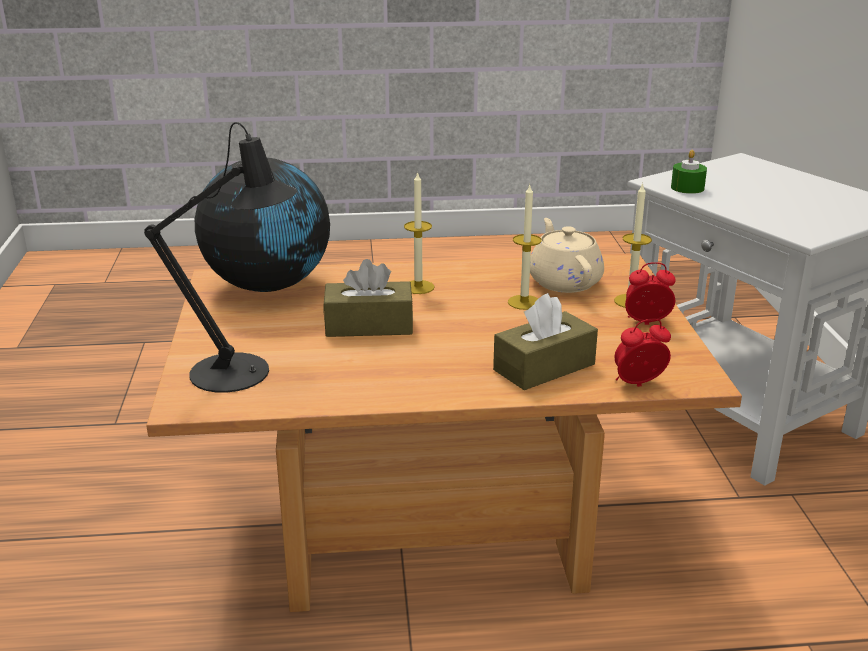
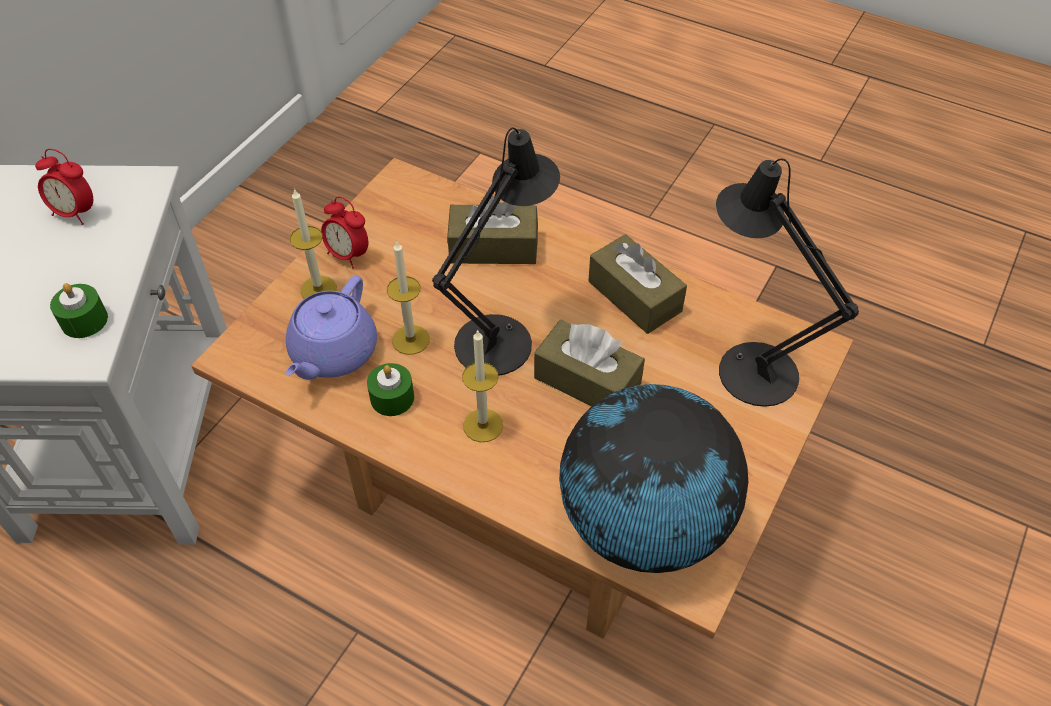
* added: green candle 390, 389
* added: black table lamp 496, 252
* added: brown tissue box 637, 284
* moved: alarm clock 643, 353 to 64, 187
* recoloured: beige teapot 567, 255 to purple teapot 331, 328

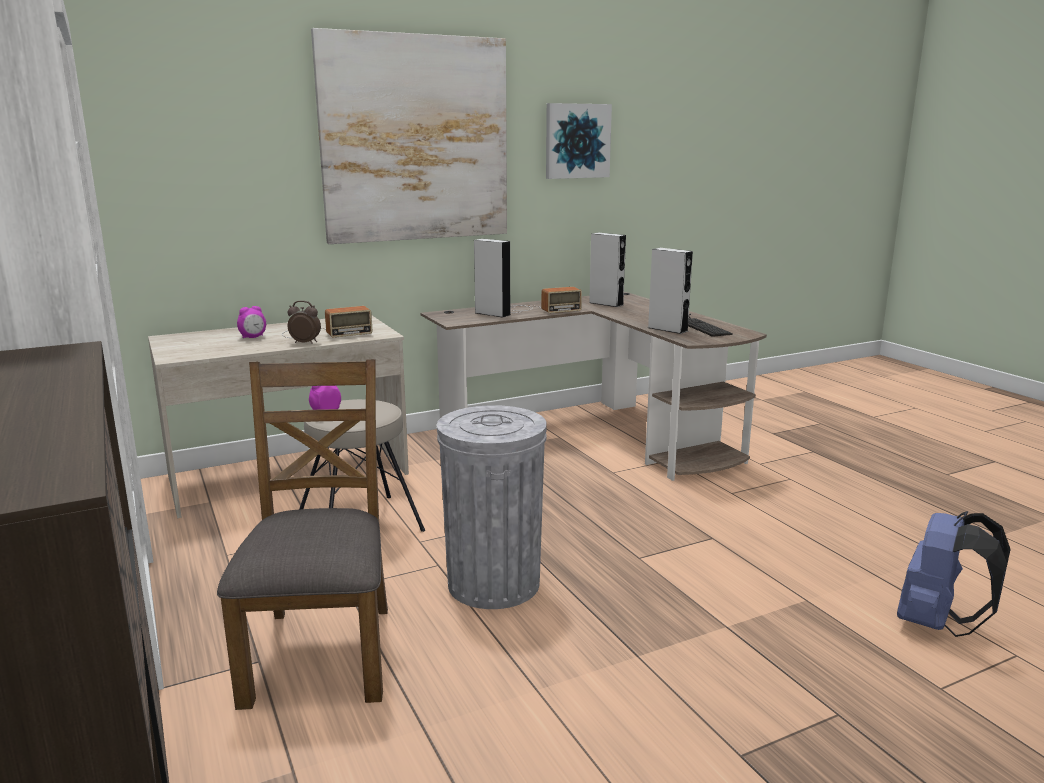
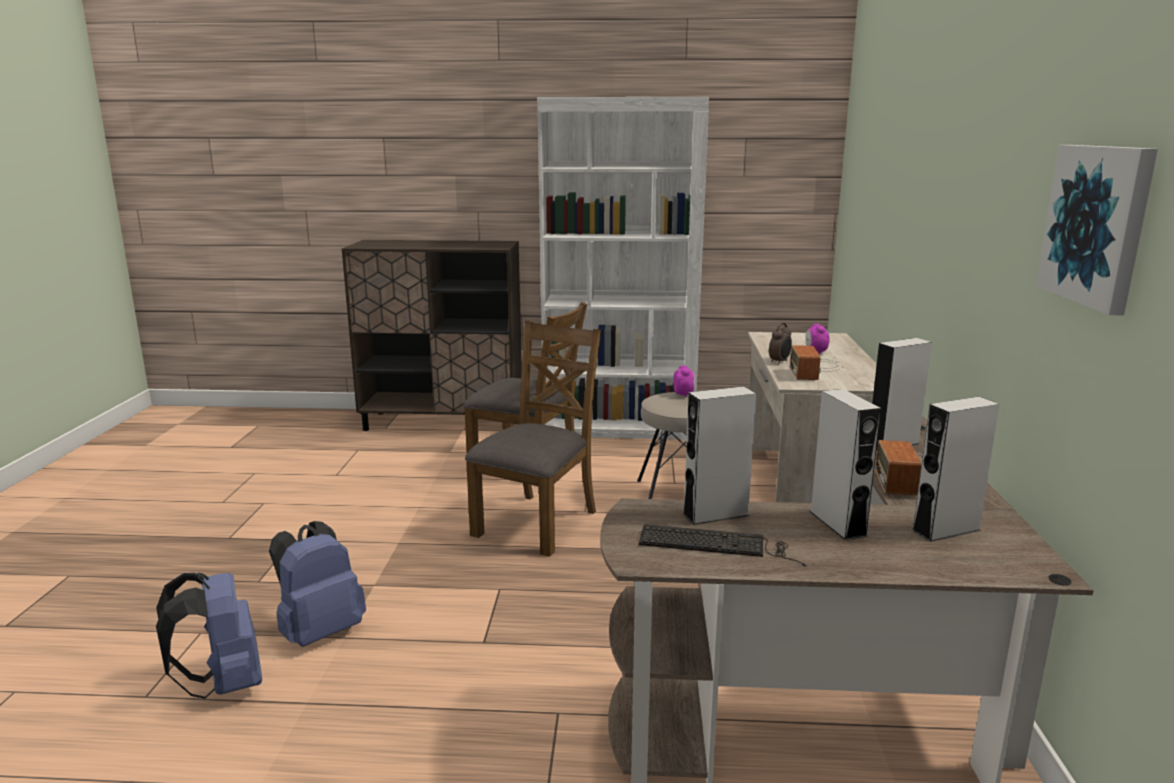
* removed: picture 409, 136
* added: blue backpack 317, 584
* added: grey speaker 845, 464
* replaced: grey trash can 492, 507 to brown chair 533, 439

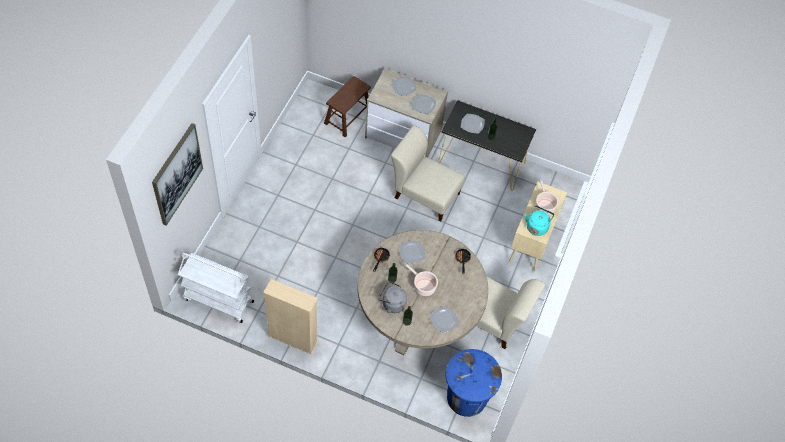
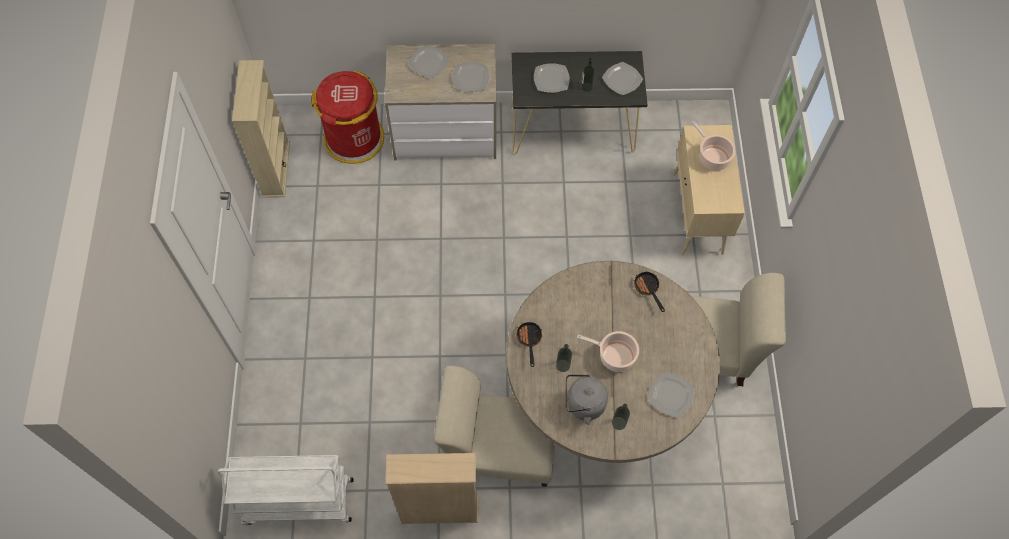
* removed: picture 177, 174
* removed: blue trash can 474, 383
* removed: turquoise kettle 539, 221
* added: beige bookcase 261, 129
* moved: beige chair 428, 173 to 495, 426
* moved: plate 412, 252 to 622, 78
* replaced: brown stool 347, 107 to red trash can 347, 117

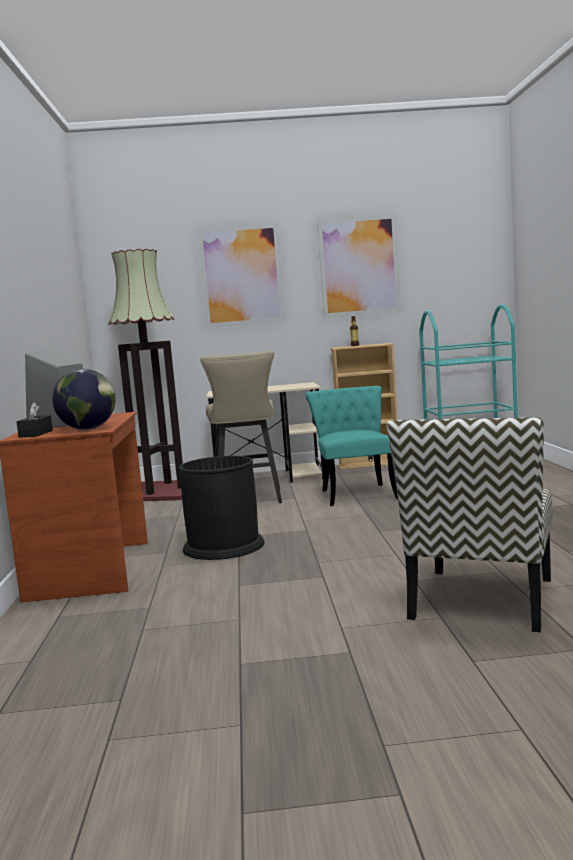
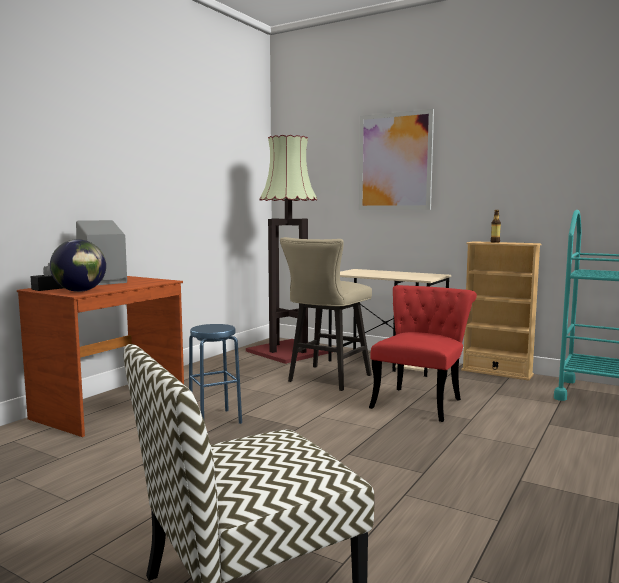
* removed: picture 359, 266
* replaced: black trash can 222, 508 to blue stool 215, 374
* recoloured: turquoise chair 351, 446 to red chair 423, 353

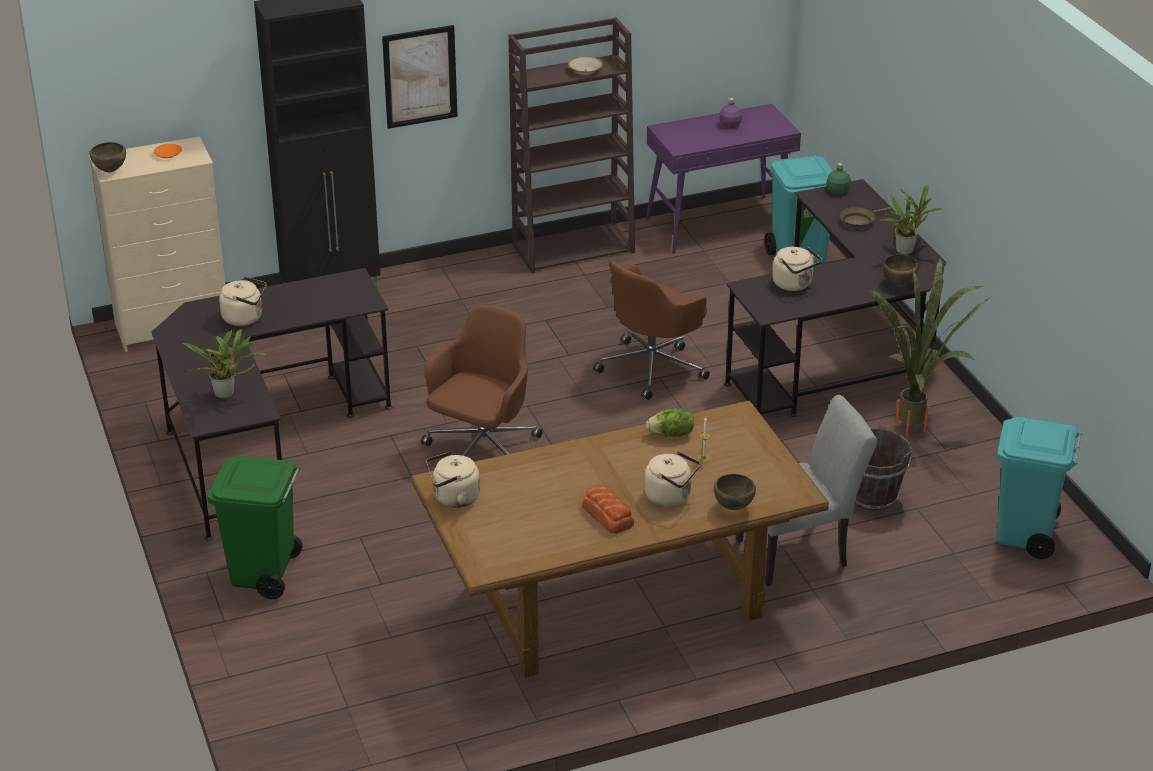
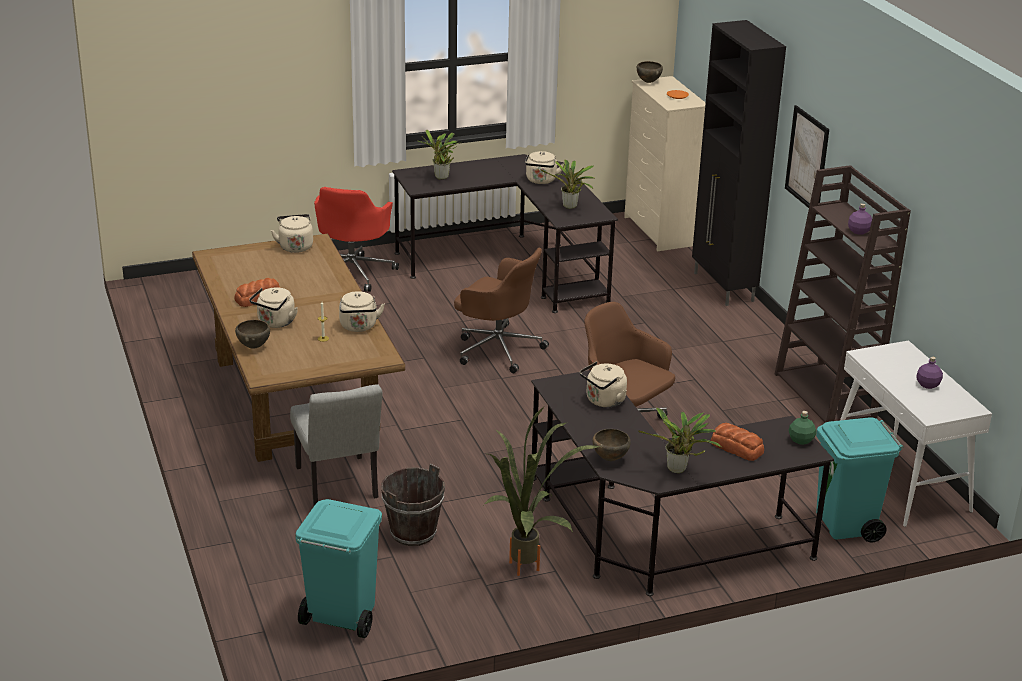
* added: potted plant 567, 184
* replaced: green trash can 255, 527 to red office chair 356, 239
* replaced: bowl 585, 65 to purple bottle 860, 219
* replaced: lettuce 670, 422 to beige kettle 362, 311
* replaced: brown frying pan 865, 218 to bread 737, 442
* recoloured: purple console table 723, 179 to white console table 916, 433

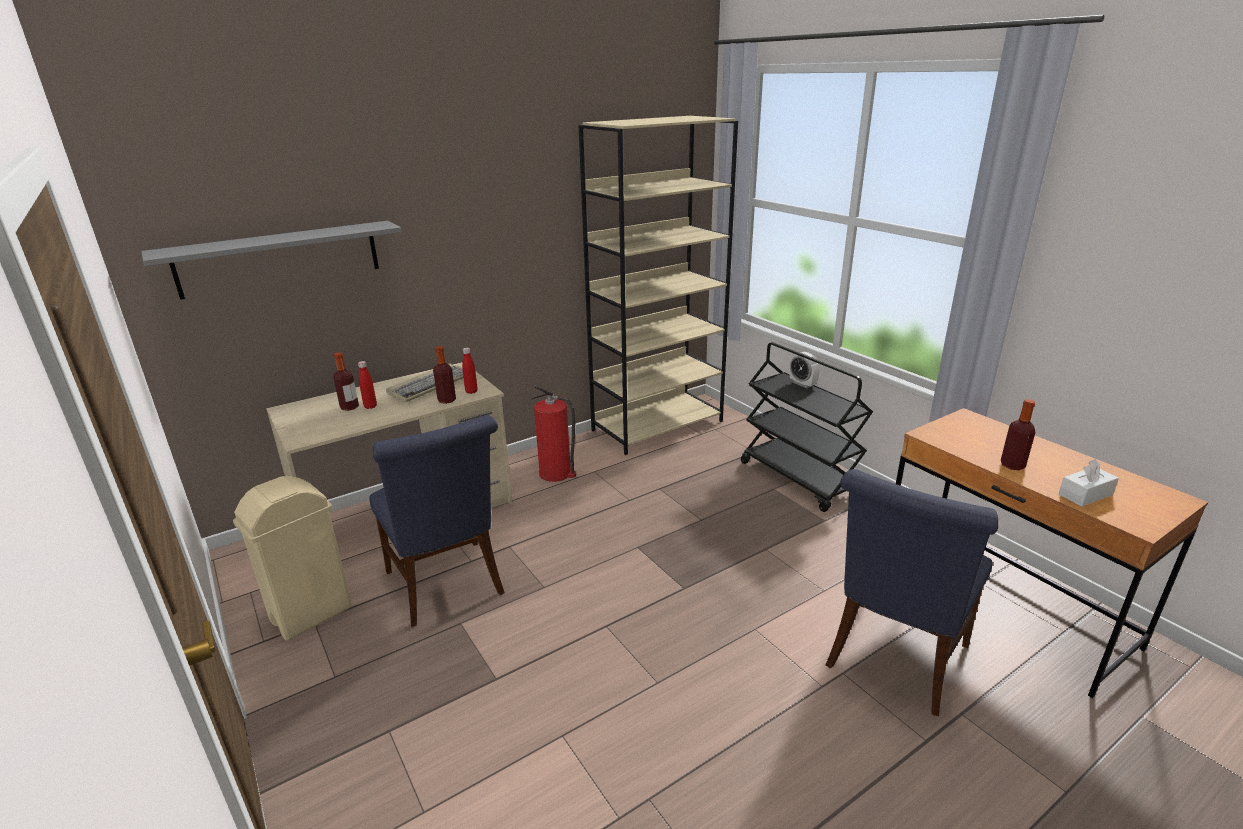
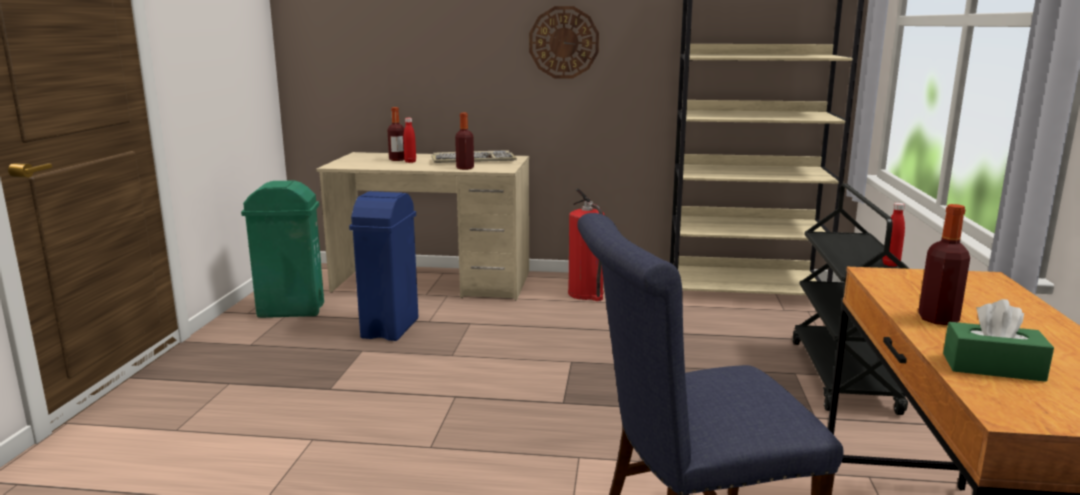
* removed: grey shelf 271, 260
* removed: alarm clock 804, 370
* added: wall clock 564, 42
* moved: red bottle 470, 371 to 894, 235
* replaced: blue chair 437, 521 to blue trash can 383, 266
* recoloured: beige trash can 292, 558 to green trash can 282, 249
* recoloured: white tissue box 1088, 483 to green tissue box 998, 340

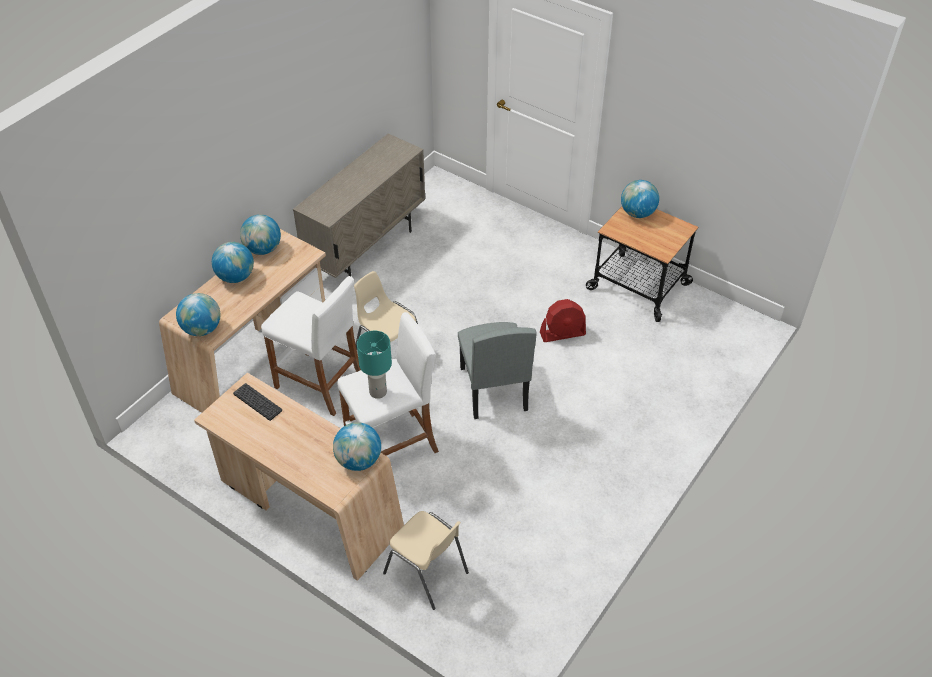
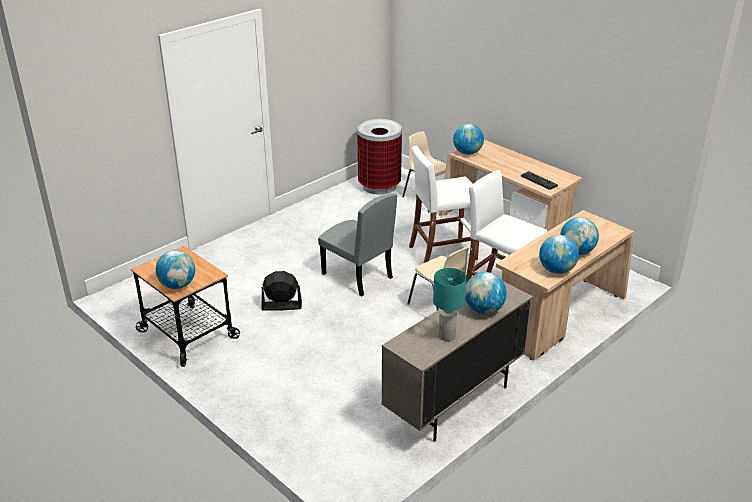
* added: trash can 379, 157
* moved: globe 198, 314 to 486, 293
* moved: turquoise table lamp 374, 365 to 449, 304
* recoloured: red fan 563, 320 to black fan 281, 291
* turned: grey chair 497, 370 = 357, 244 135 degrees clockwise

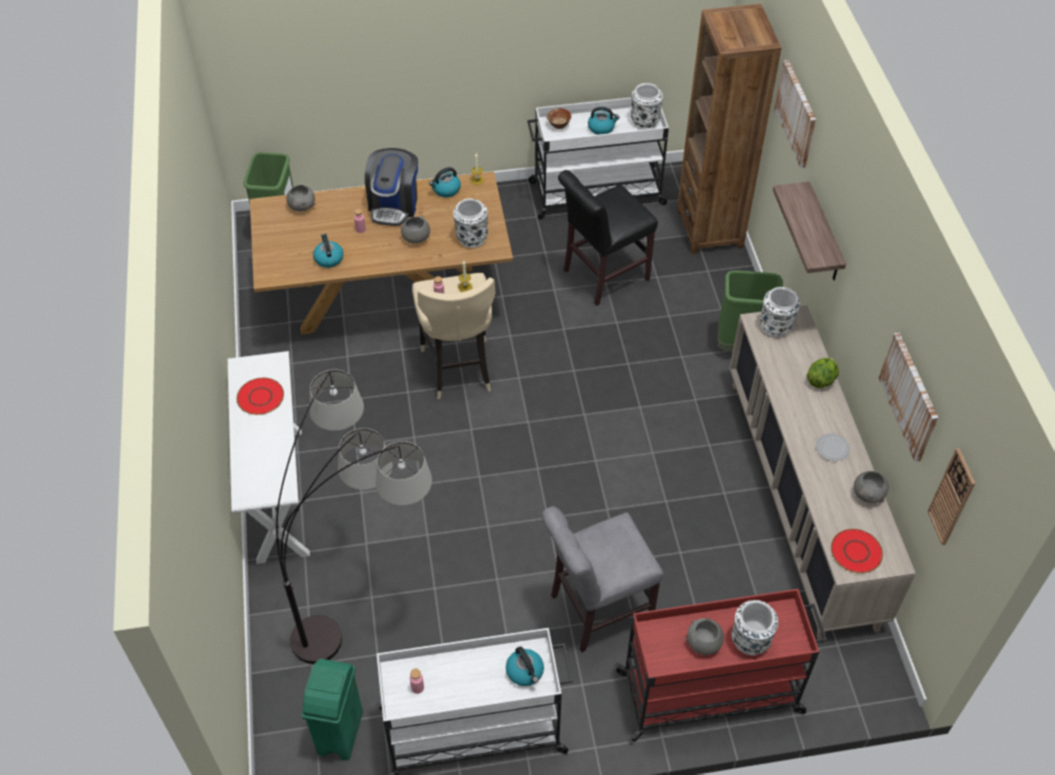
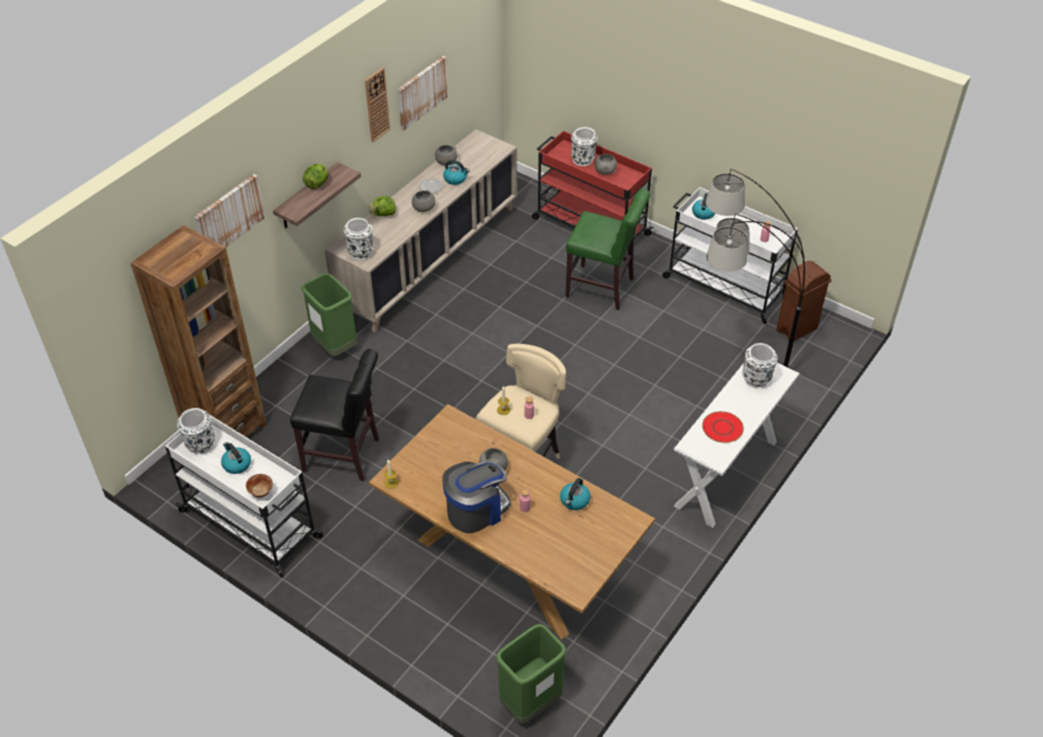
* removed: red plate 857, 551
* added: lettuce 316, 176
* moved: grey bowl 300, 198 to 423, 201
* moved: kettle 445, 182 to 456, 172
* moved: white vase 470, 223 to 760, 365
* moved: wall clock 952, 496 to 377, 105
* recoloured: green trash can 332, 710 to brown trash can 804, 301
* recoloured: grey chair 603, 579 to green chair 607, 249

